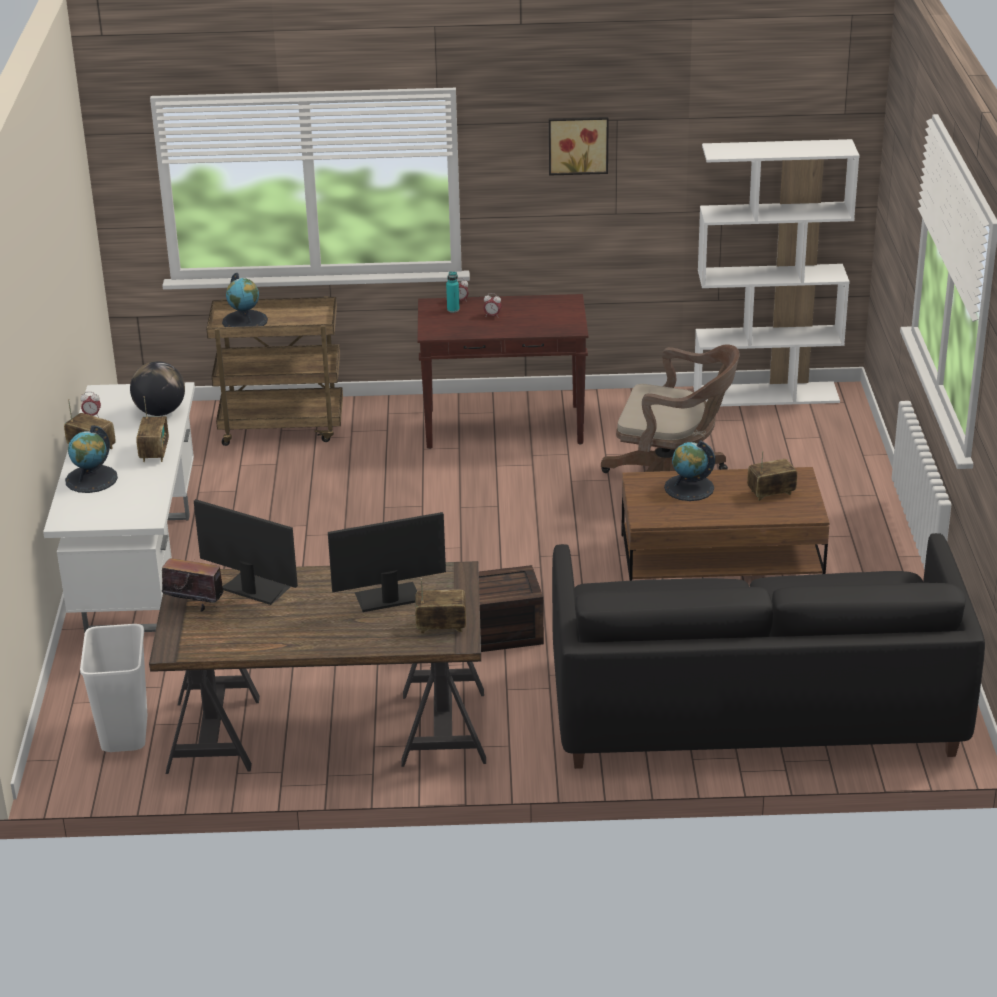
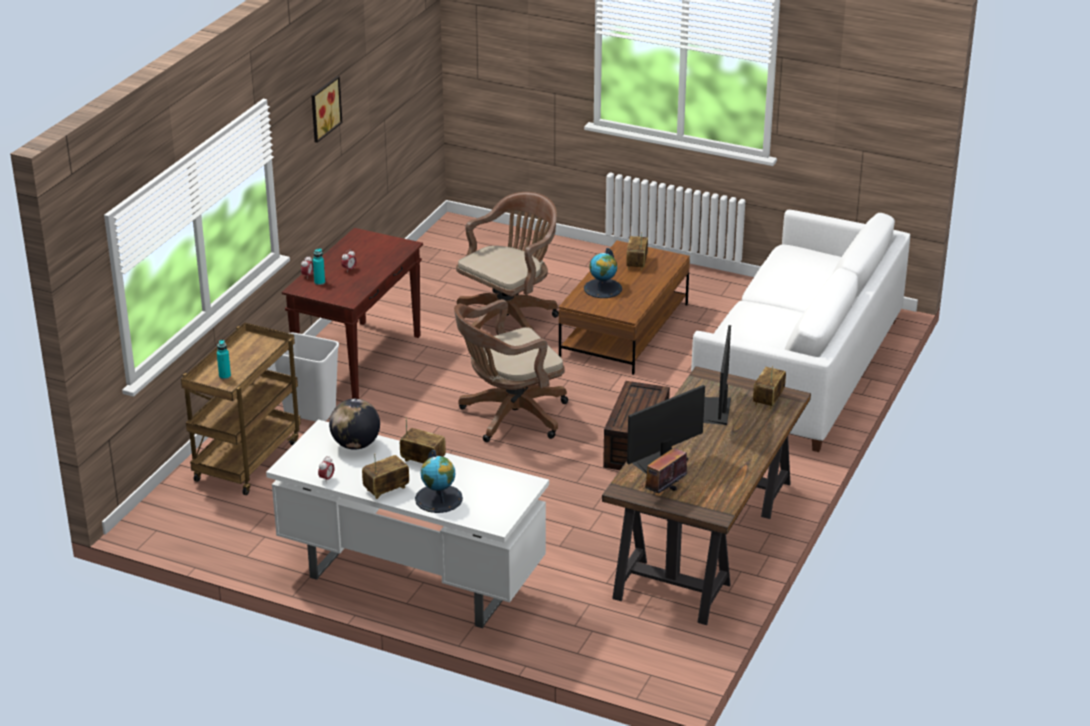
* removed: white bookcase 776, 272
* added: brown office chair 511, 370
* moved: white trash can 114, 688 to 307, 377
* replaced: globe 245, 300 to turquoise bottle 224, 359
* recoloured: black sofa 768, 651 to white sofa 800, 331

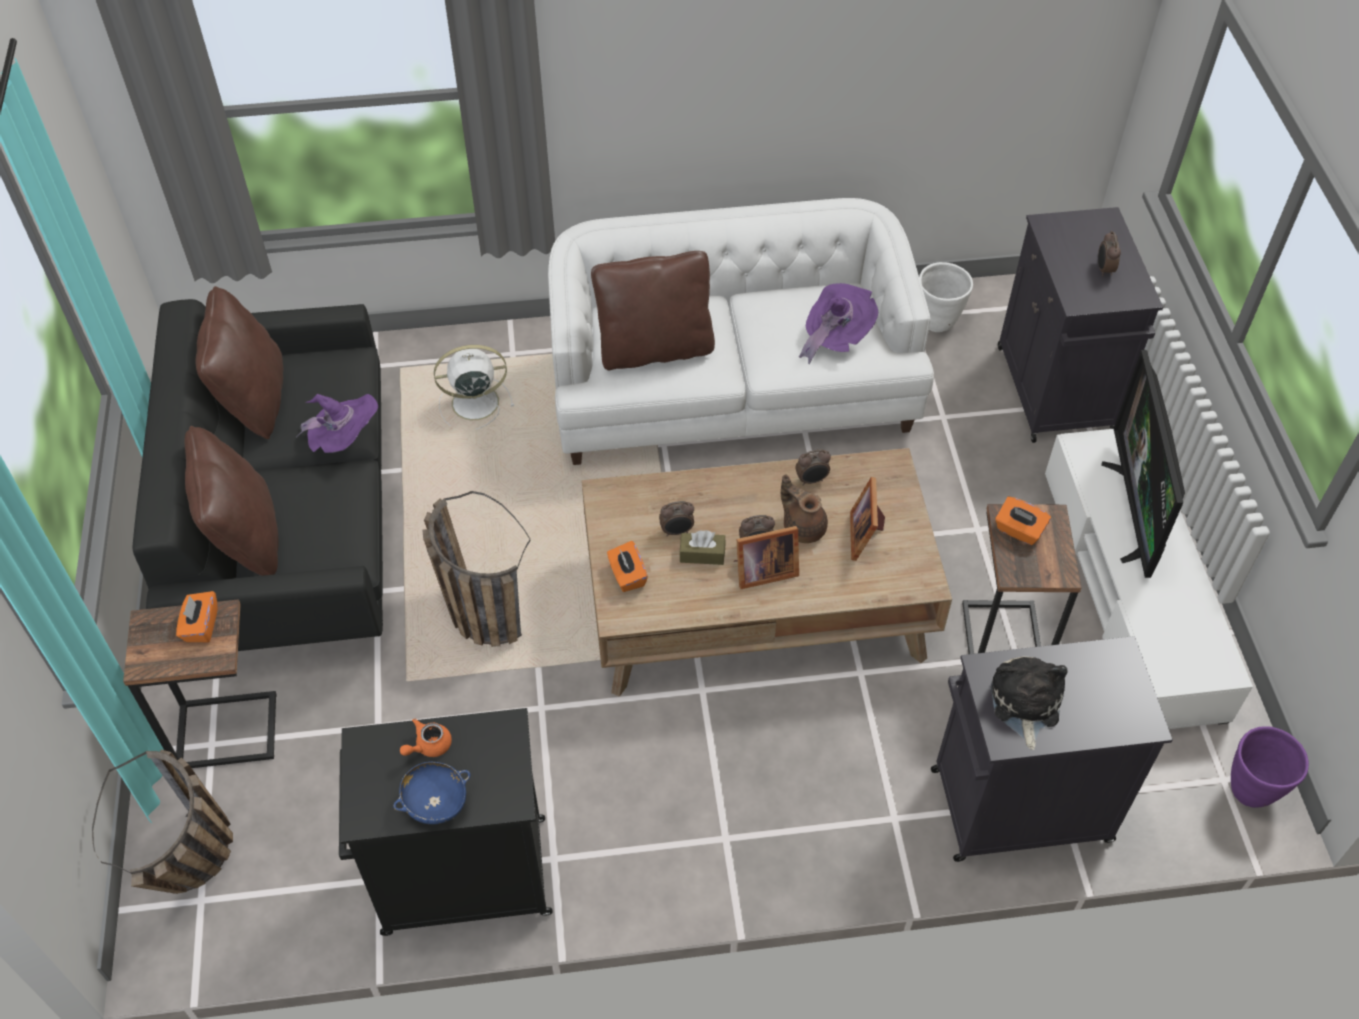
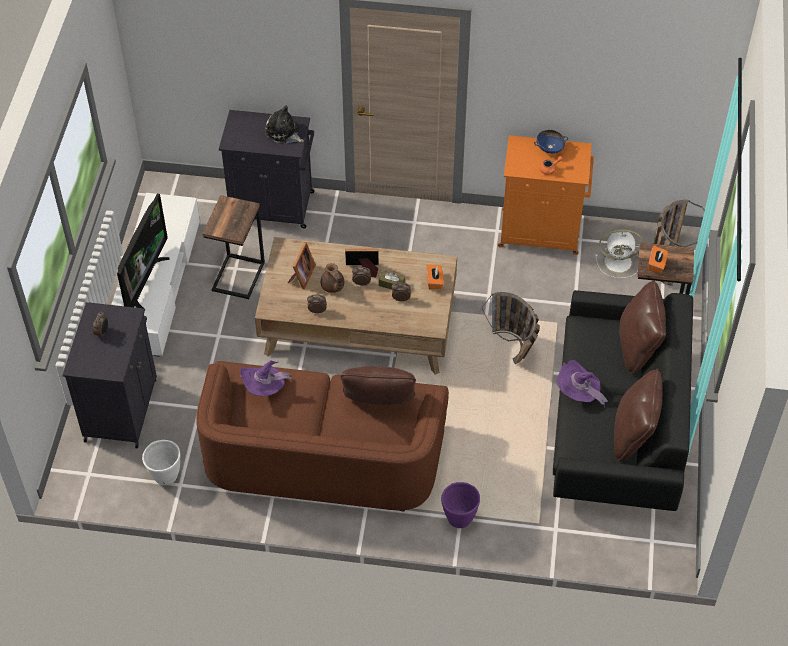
* removed: orange tissue box 1023, 521
* moved: white fan 474, 387 to 619, 253
* moved: purple planter 1270, 767 to 460, 505
* recoloured: black cabinet 446, 822 to orange cabinet 546, 195
* recoloured: white sofa 741, 331 to brown sofa 322, 436
* turned: plush toy 1029, 703 = 284, 124 105 degrees clockwise

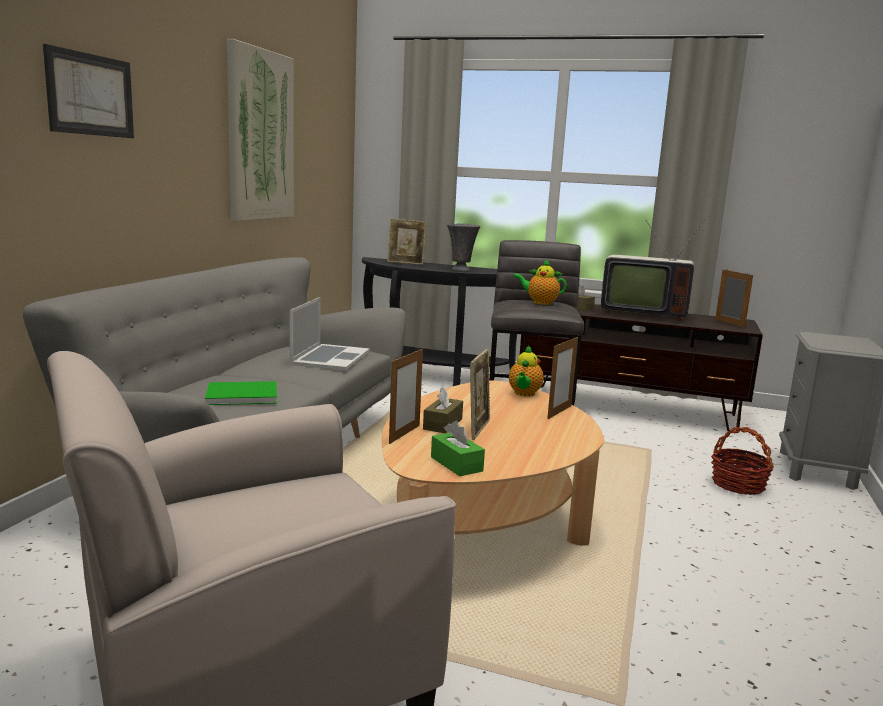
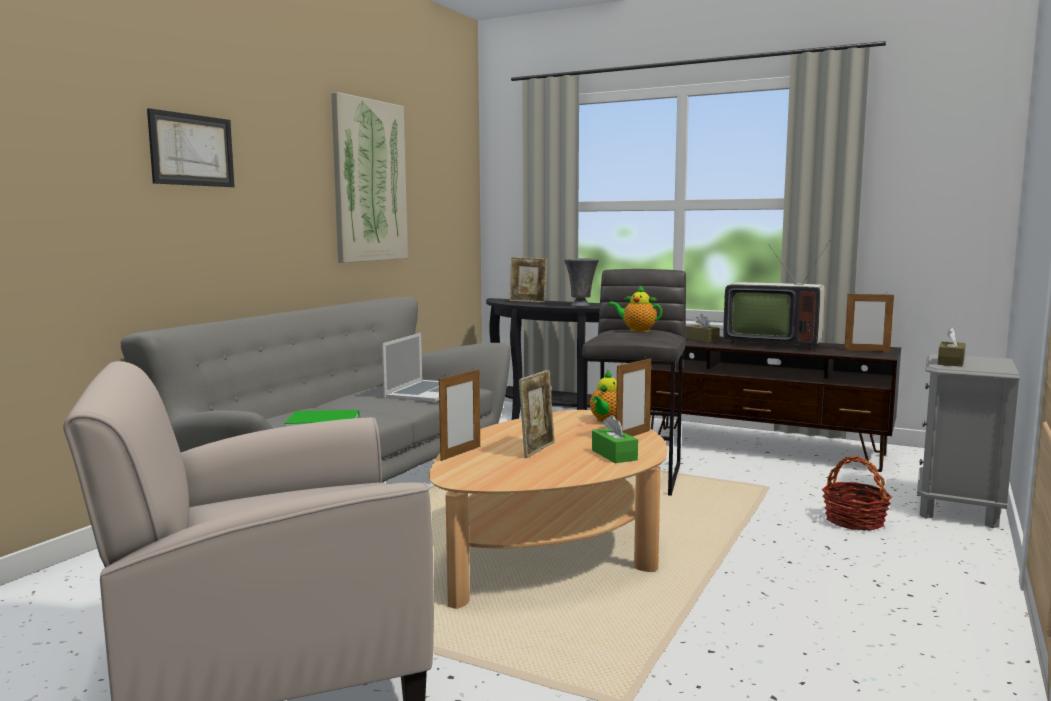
* moved: brown tissue box 443, 409 to 952, 347
* moved: green tissue box 458, 448 to 615, 439
* turned: picture frame 734, 299 = 869, 322 120 degrees clockwise

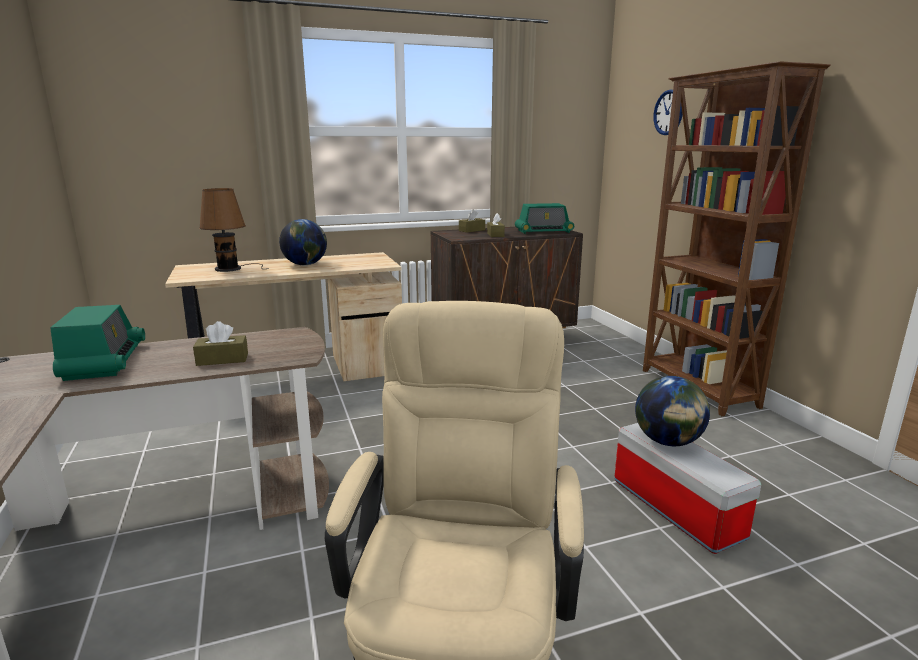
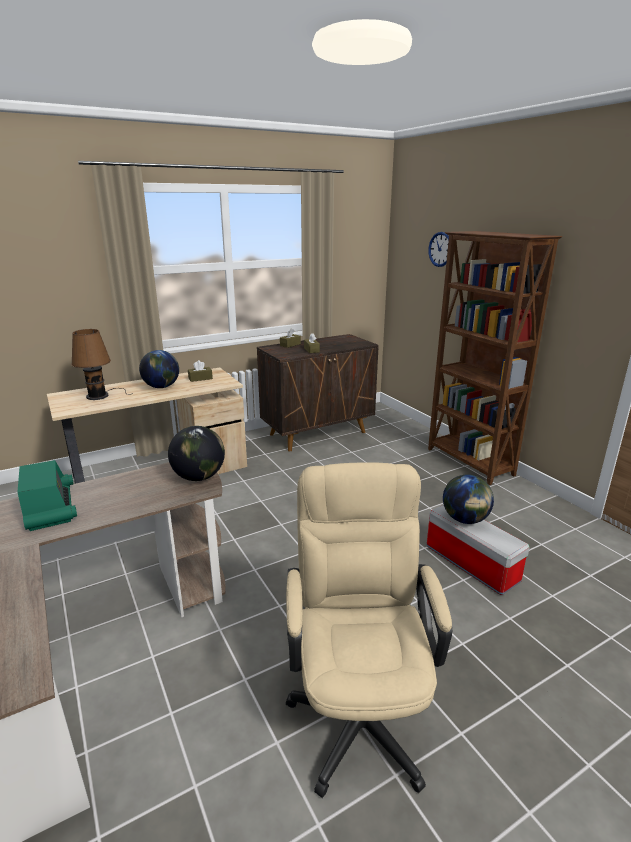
* removed: radio 544, 218
* added: globe 196, 453
* moved: brown tissue box 220, 343 to 200, 371

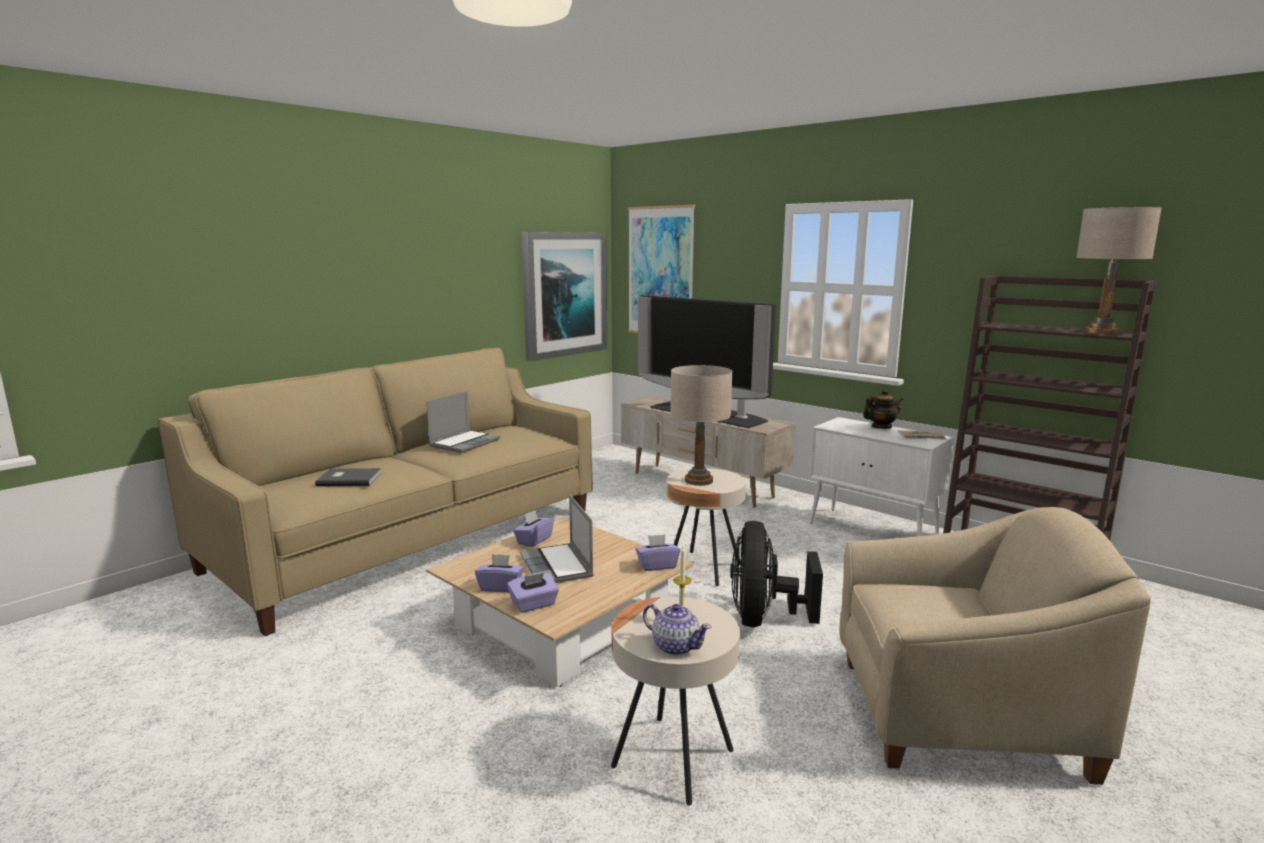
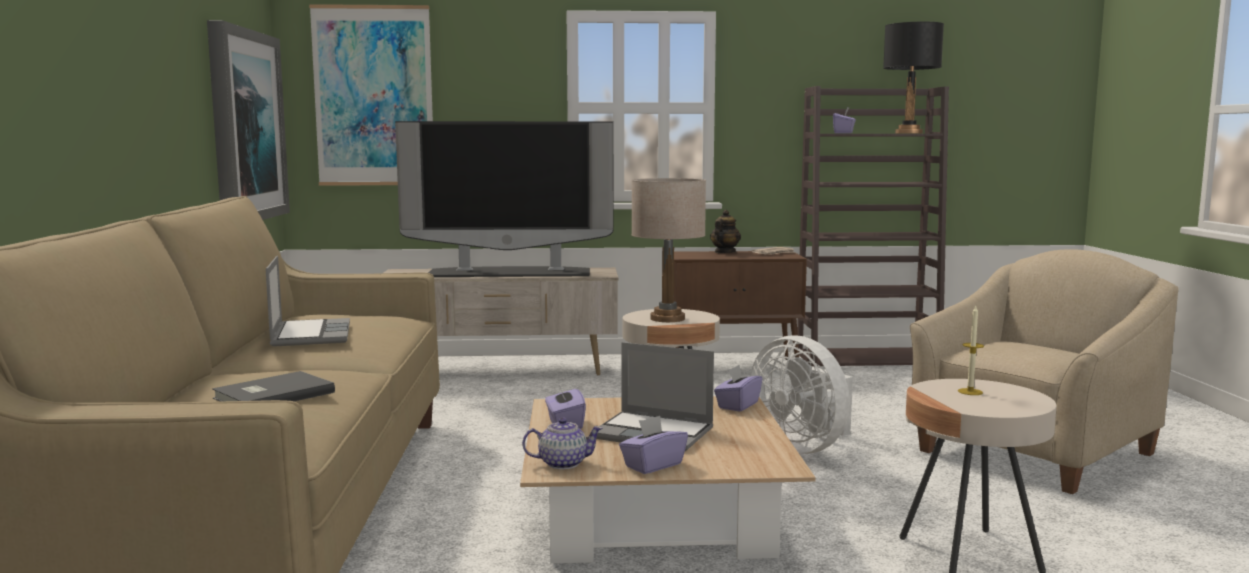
* moved: purple tissue box 533, 593 to 844, 120
* moved: teapot 677, 629 to 562, 443
* recoloured: black fan 776, 574 to white fan 802, 394
* recoloured: white cabinet 882, 476 to brown cabinet 740, 305
* recoloured: beige table lamp 1119, 270 to black table lamp 913, 78

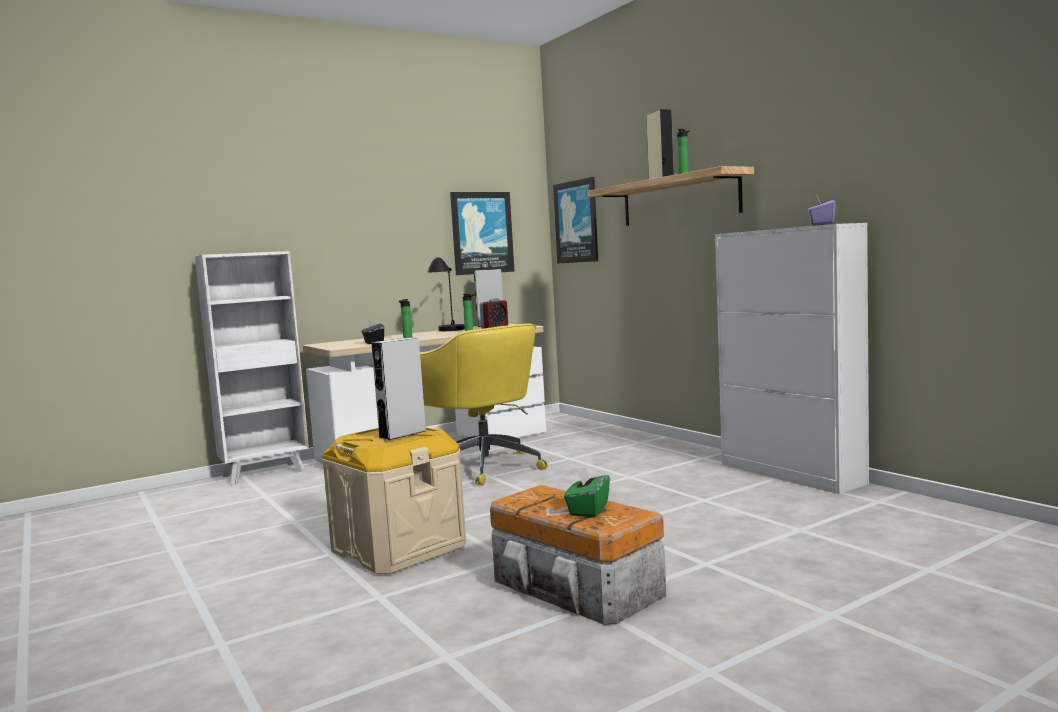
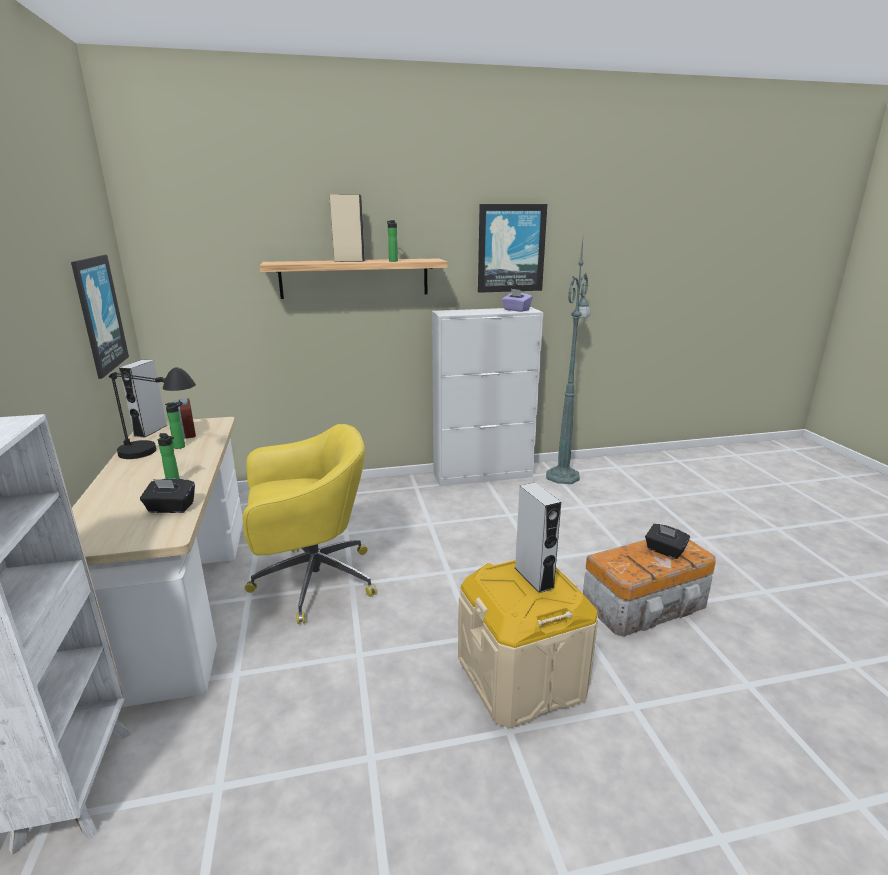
* added: green floor lamp 568, 362
* moved: picture 575, 220 to 512, 248
* recoloured: green tissue box 587, 491 to black tissue box 667, 541

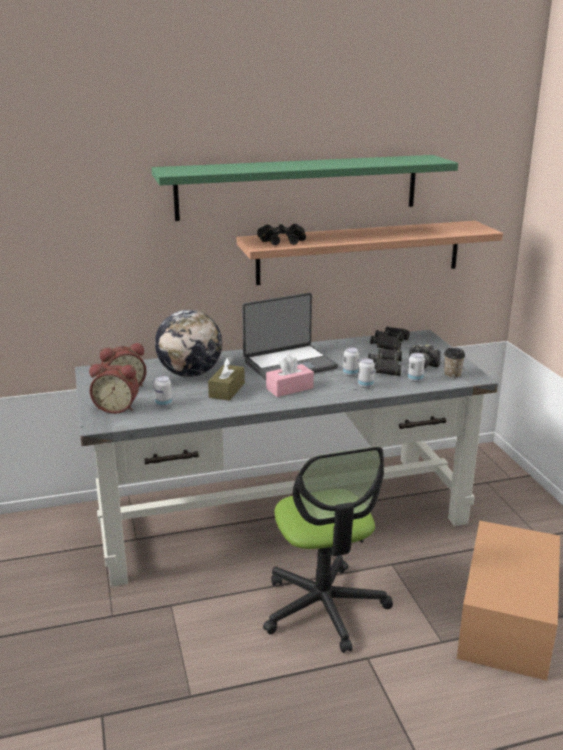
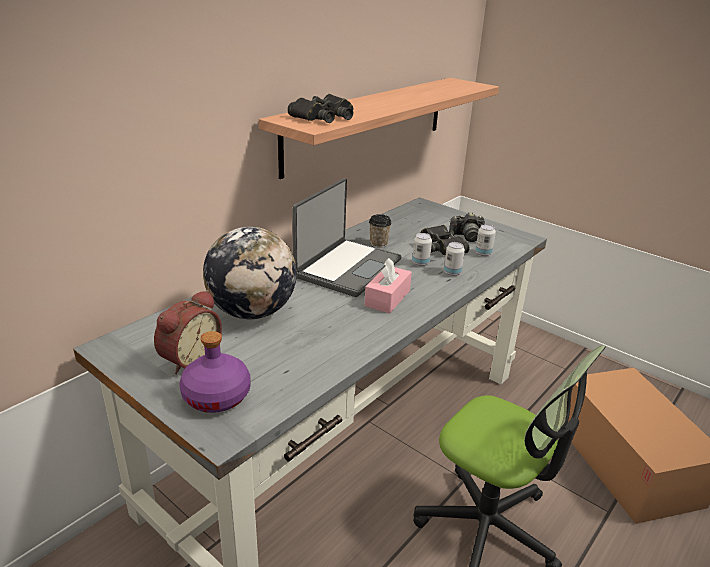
* removed: green shelf 304, 188
* removed: can 163, 391
* removed: brown tissue box 226, 379
* removed: black binoculars 389, 339
* moved: cup 454, 363 to 380, 231
* replaced: alarm clock 114, 389 to purple bottle 215, 372

